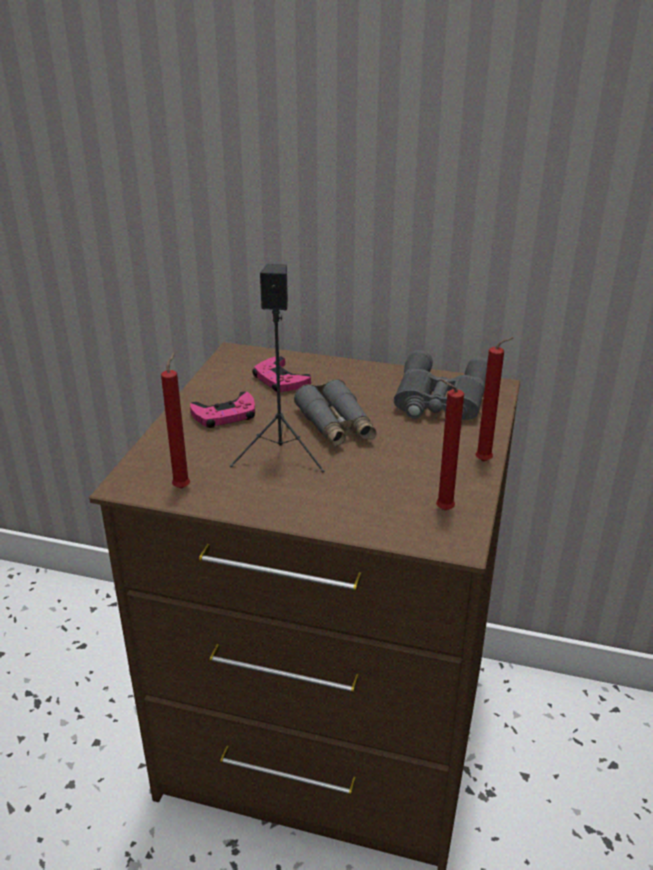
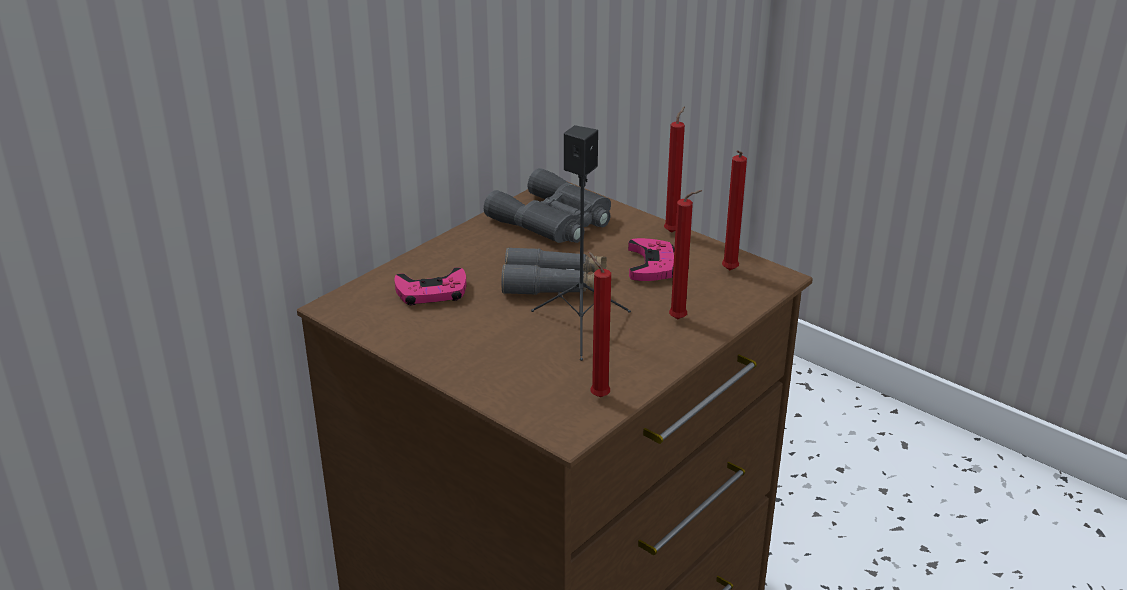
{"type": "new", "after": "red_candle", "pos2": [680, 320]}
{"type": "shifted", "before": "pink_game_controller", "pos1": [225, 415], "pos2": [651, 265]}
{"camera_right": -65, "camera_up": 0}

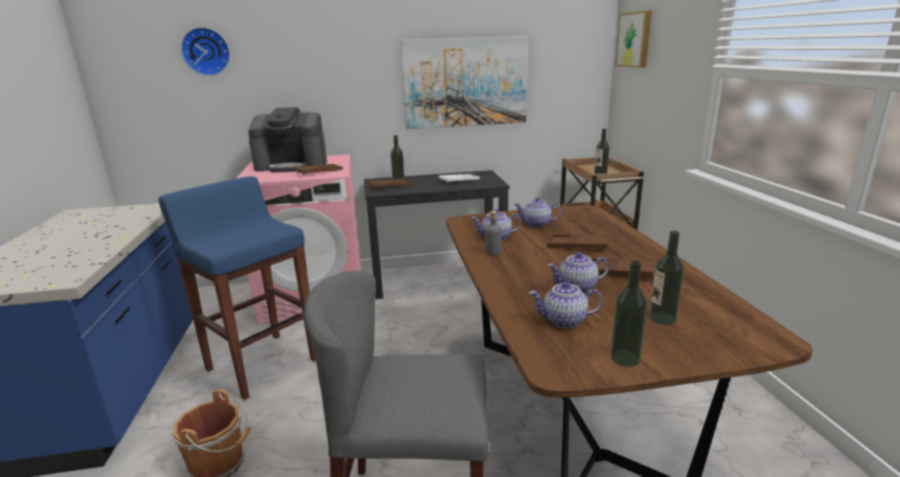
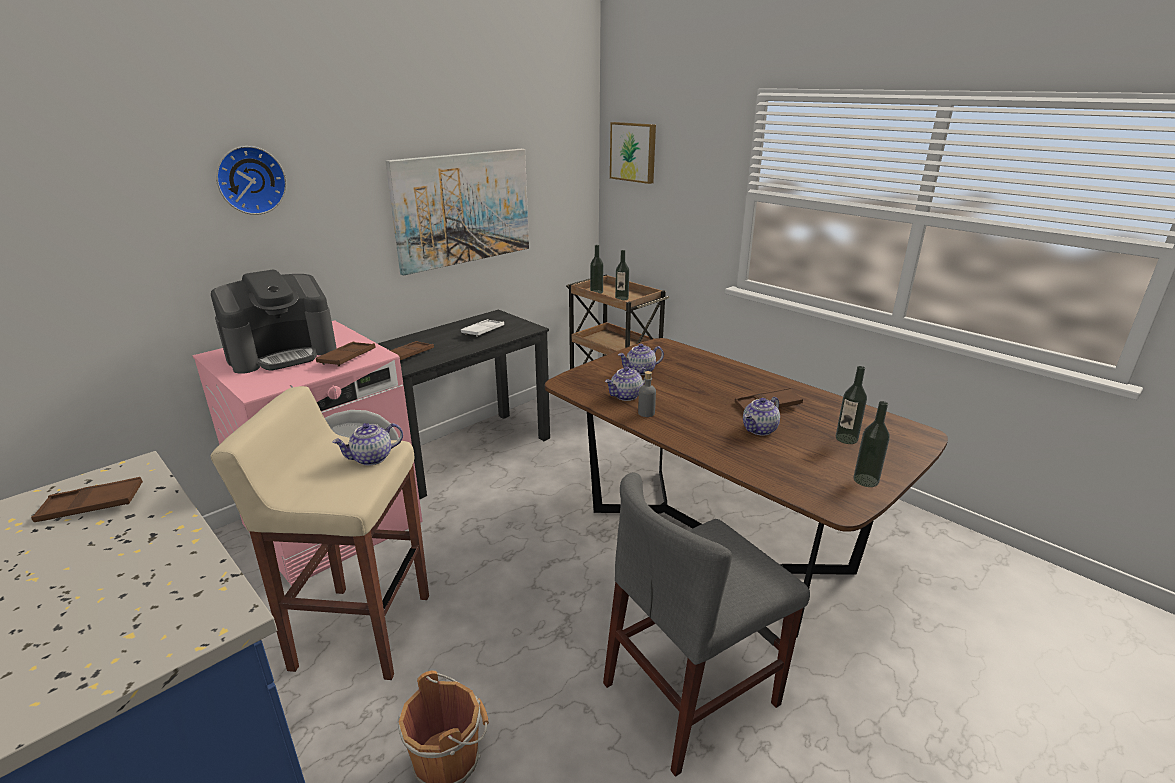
{"type": "shifted", "before": "wall_clock", "pos1": [206, 51], "pos2": [250, 180]}
{"type": "shifted", "before": "bottle", "pos1": [398, 179], "pos2": [596, 292]}
{"type": "shifted", "before": "teapot", "pos1": [564, 321], "pos2": [371, 458]}
{"type": "shifted", "before": "brown_tray", "pos1": [577, 246], "pos2": [91, 505]}
{"type": "repainted", "before": "blue_stool", "after": "beige_stool", "pos1": [261, 364], "pos2": [360, 631]}
{"camera_right": -35, "camera_up": 5}

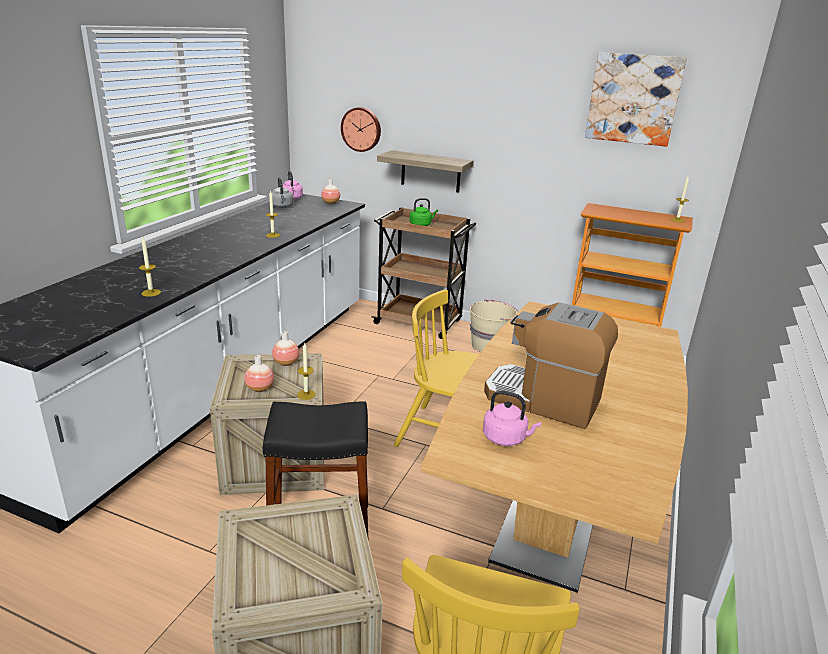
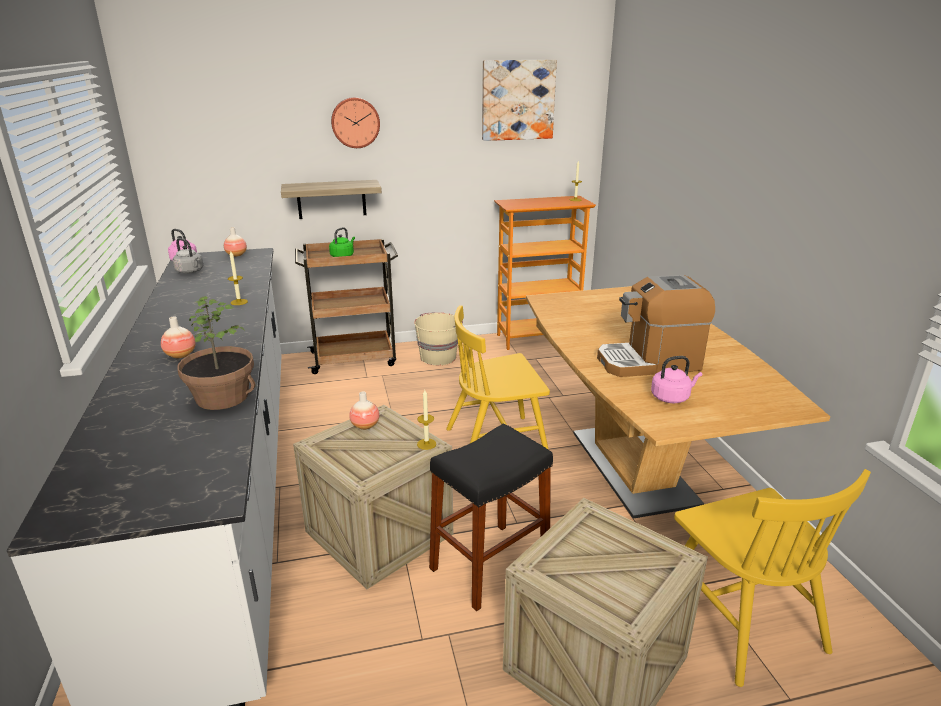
{"type": "shifted", "before": "vase", "pos1": [260, 388], "pos2": [180, 355]}
{"type": "shifted", "before": "wall_clock", "pos1": [361, 129], "pos2": [355, 122]}
{"type": "swapped", "before": "candle", "after": "potted_plant", "pos1": [151, 293], "pos2": [222, 397]}
{"camera_right": -35, "camera_up": 0}

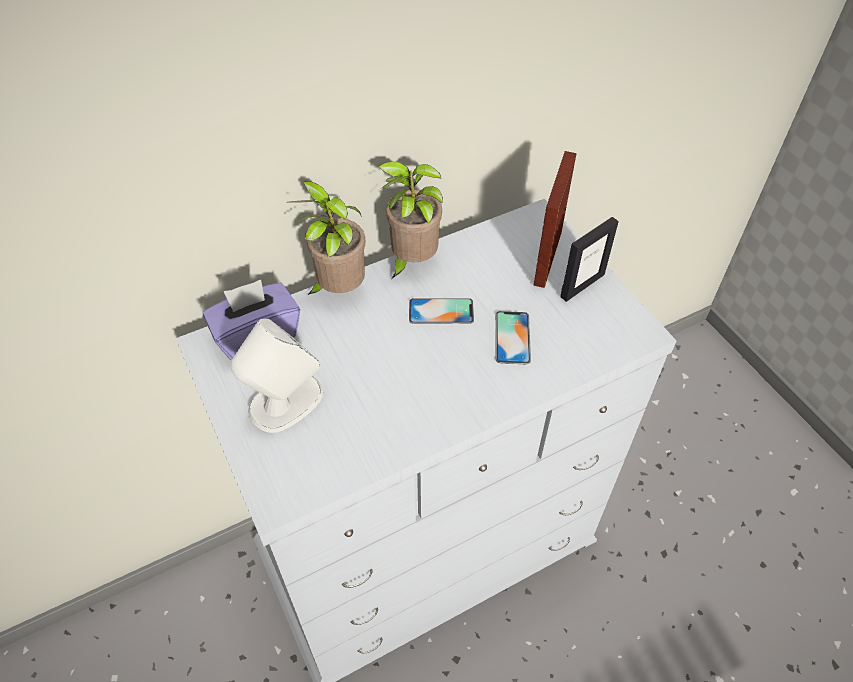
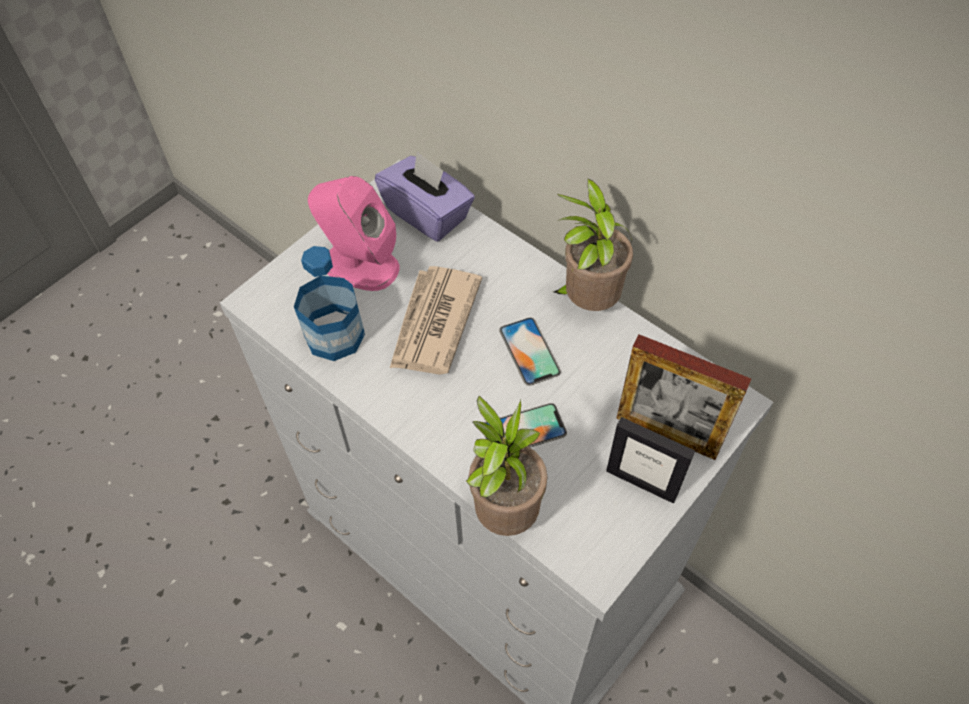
{"type": "new", "after": "bottle", "pos2": [334, 335]}
{"type": "new", "after": "newspaper", "pos2": [433, 323]}
{"type": "shifted", "before": "potted_plant", "pos1": [338, 290], "pos2": [504, 512]}
{"type": "repainted", "before": "white_speaker", "after": "pink_speaker", "pos1": [285, 402], "pos2": [360, 265]}
{"type": "rotated", "before": "picture_frame", "pos1": [547, 258], "pos2": [667, 433], "turn": -150}
{"camera_right": 70, "camera_up": 5}

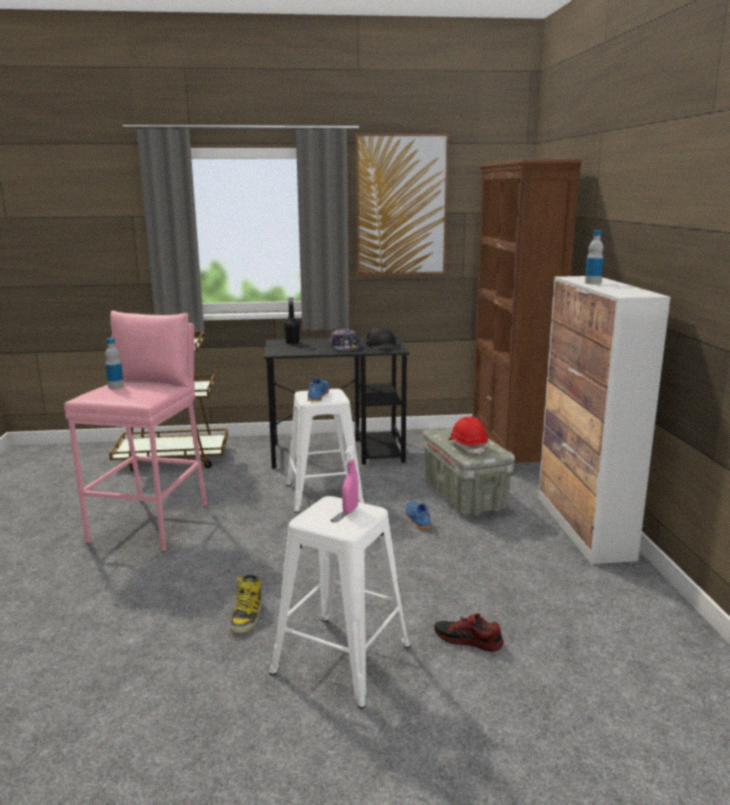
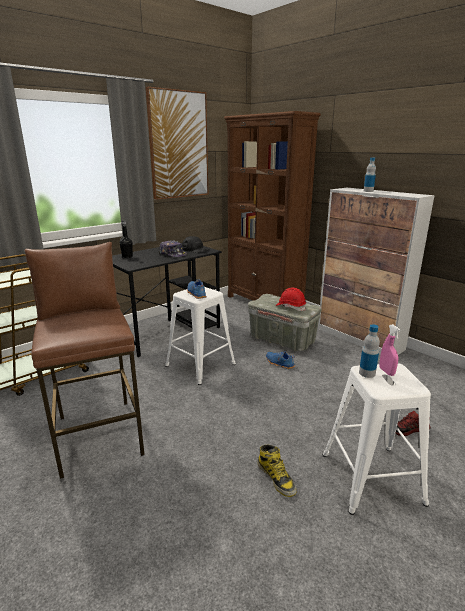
{"type": "shifted", "before": "bottle", "pos1": [116, 386], "pos2": [367, 373]}
{"type": "repainted", "before": "pink_stool", "after": "brown_stool", "pos1": [151, 523], "pos2": [99, 435]}
{"camera_right": -35, "camera_up": 5}

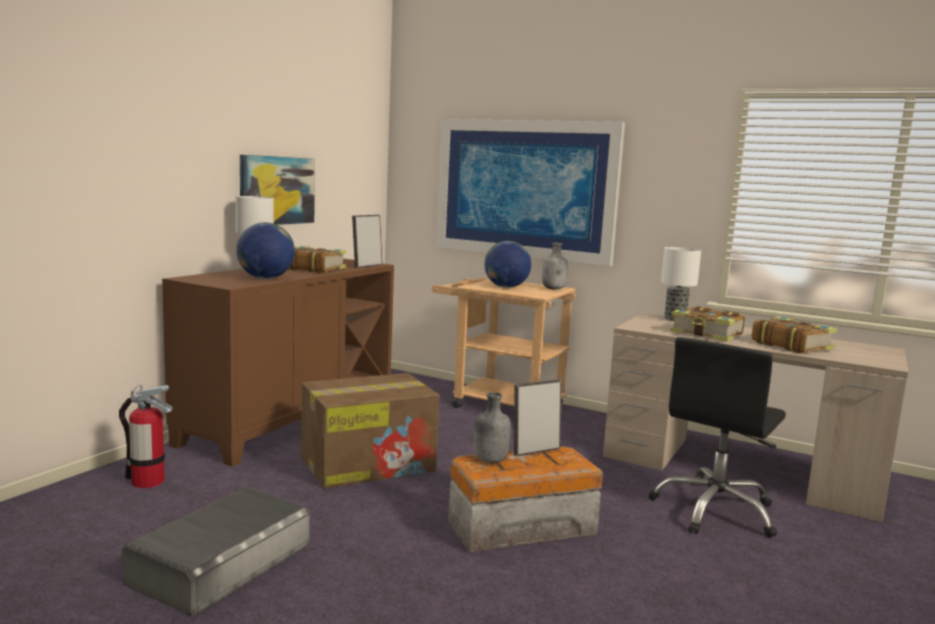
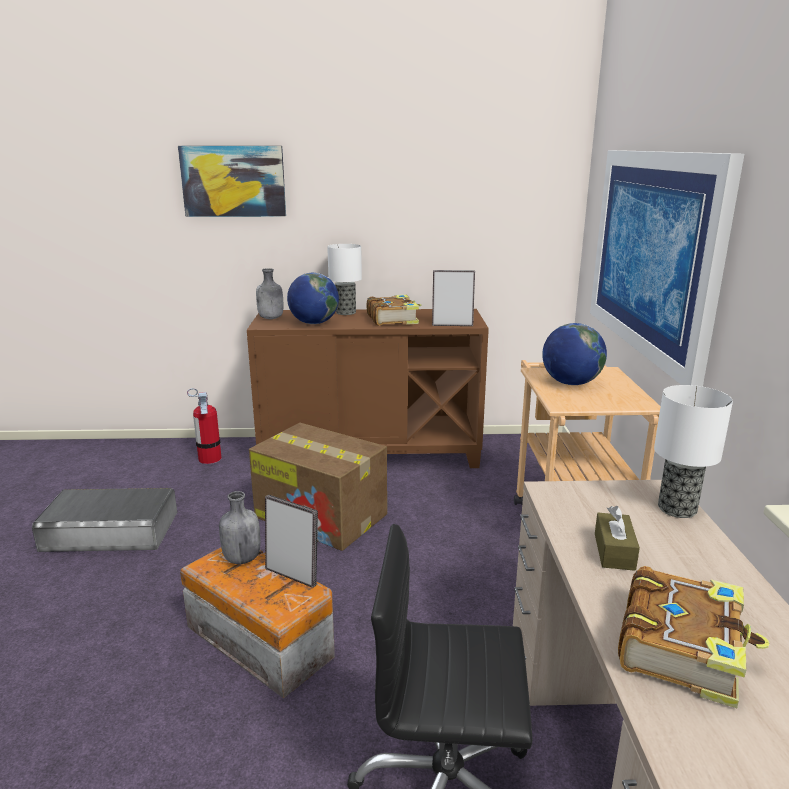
{"type": "shifted", "before": "picture", "pos1": [277, 190], "pos2": [233, 181]}
{"type": "shifted", "before": "grey_bottle", "pos1": [554, 289], "pos2": [271, 318]}
{"type": "swapped", "before": "book", "after": "brown_tissue_box", "pos1": [707, 334], "pos2": [614, 551]}
{"camera_right": 60, "camera_up": 10}

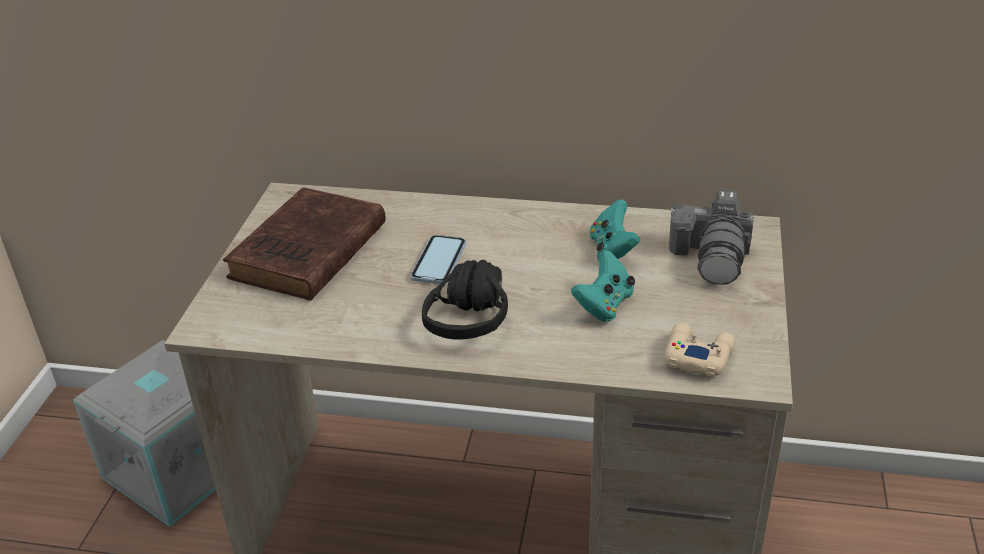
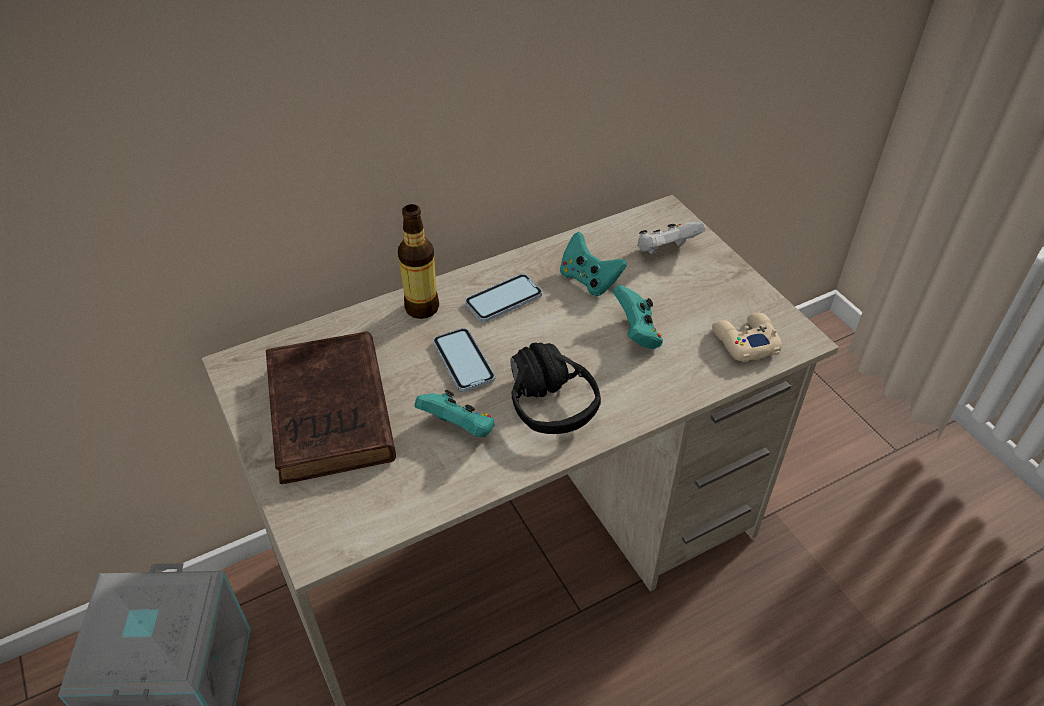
{"type": "new", "after": "bottle", "pos2": [422, 308]}
{"type": "new", "after": "turquoise_game_controller", "pos2": [459, 429]}
{"type": "new", "after": "phone", "pos2": [503, 299]}
{"type": "swapped", "before": "photo_camera", "after": "white_game_controller", "pos1": [713, 257], "pos2": [665, 251]}
{"camera_right": -40, "camera_up": 10}

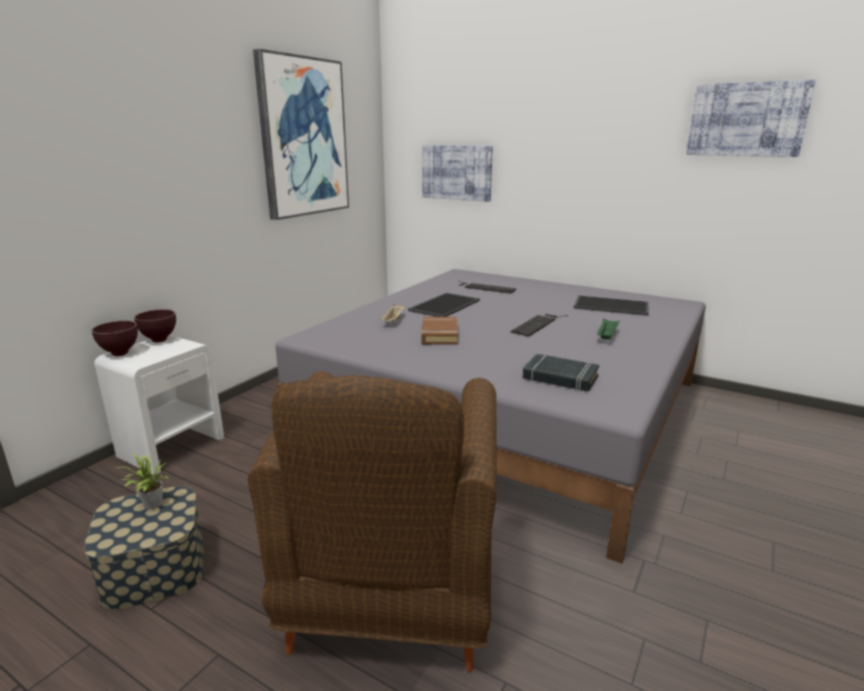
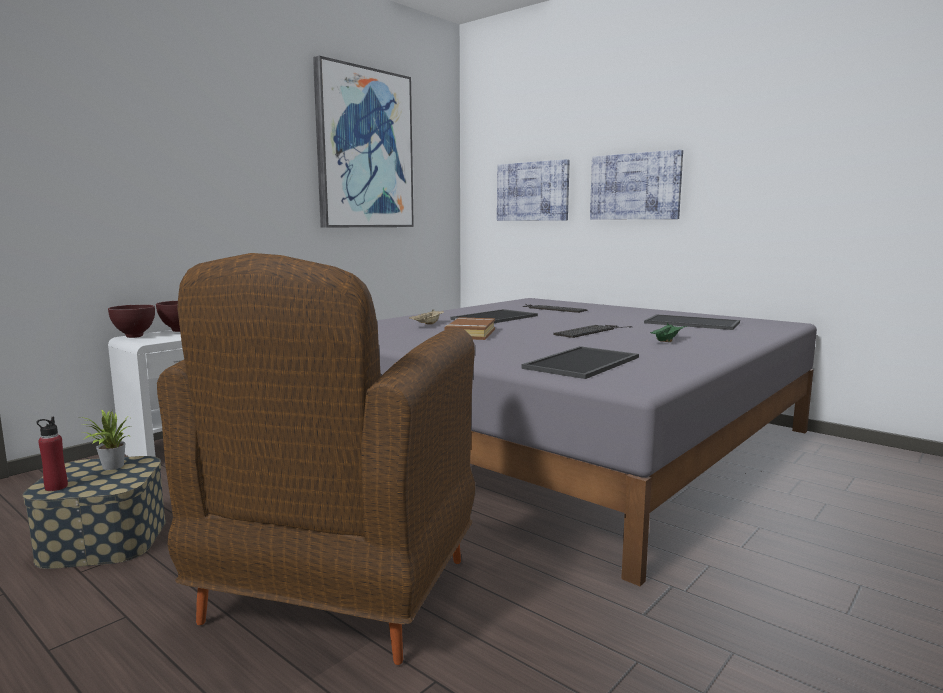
{"type": "new", "after": "red_bottle", "pos2": [56, 487]}
{"type": "shifted", "before": "picture", "pos1": [746, 119], "pos2": [635, 186]}
{"type": "swapped", "before": "black_book", "after": "tray", "pos1": [560, 378], "pos2": [583, 363]}
{"camera_right": 10, "camera_up": -10}

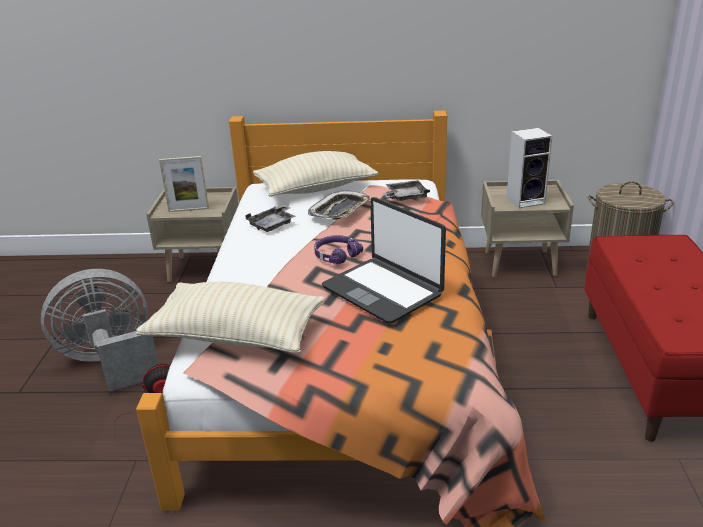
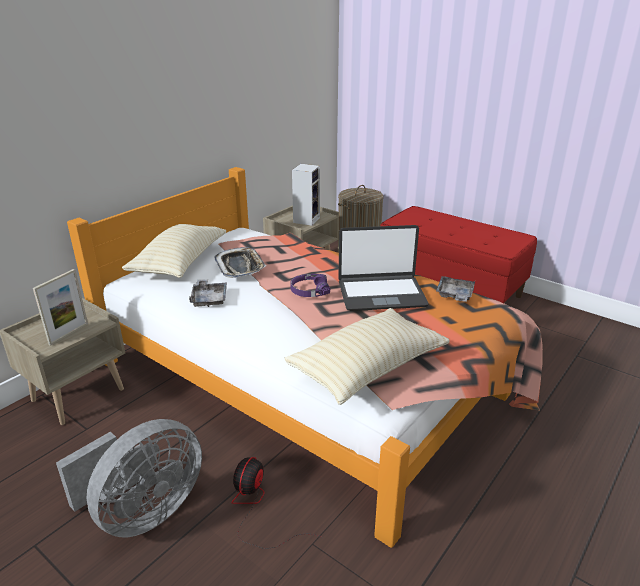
{"type": "shifted", "before": "grey_tray", "pos1": [405, 197], "pos2": [454, 295]}
{"type": "rotated", "before": "grey_fan", "pos1": [111, 362], "pos2": [144, 512], "turn": -150}
{"camera_right": -55, "camera_up": 0}

